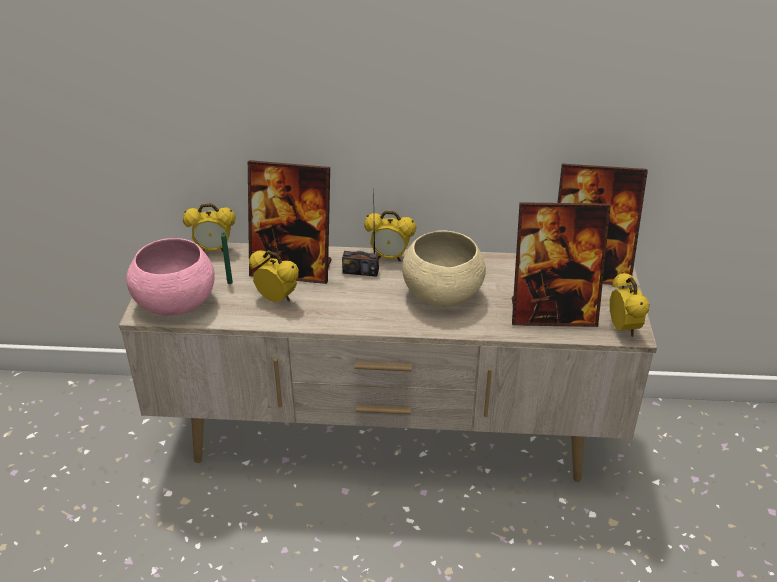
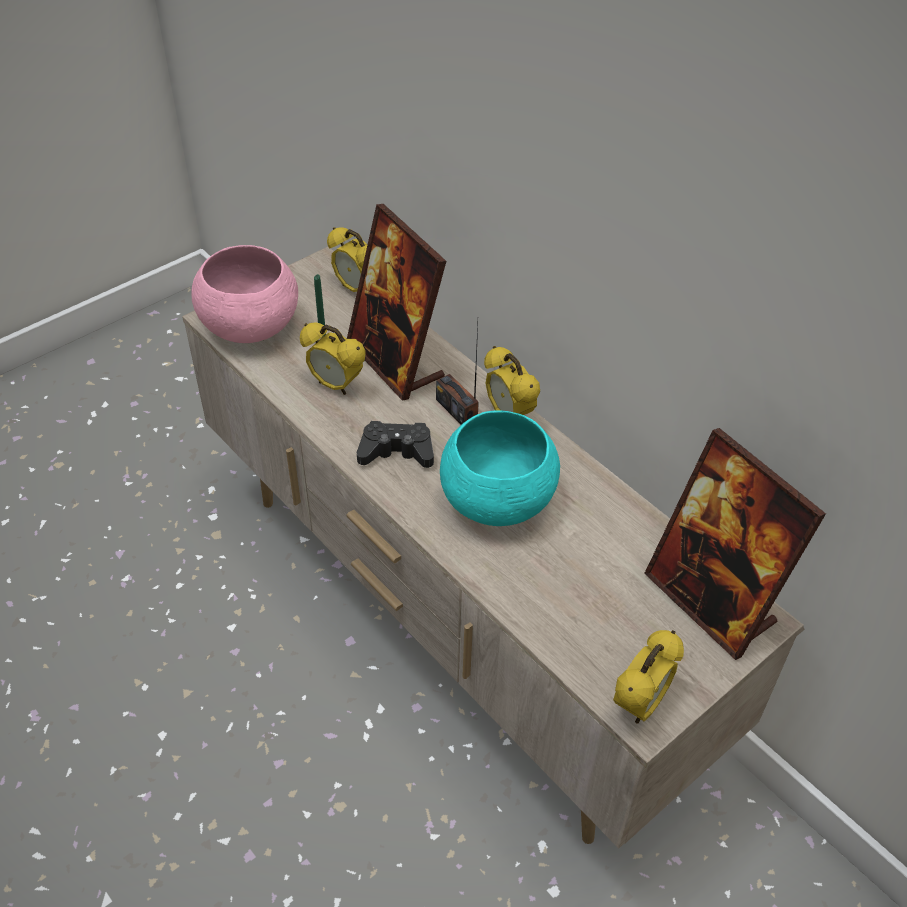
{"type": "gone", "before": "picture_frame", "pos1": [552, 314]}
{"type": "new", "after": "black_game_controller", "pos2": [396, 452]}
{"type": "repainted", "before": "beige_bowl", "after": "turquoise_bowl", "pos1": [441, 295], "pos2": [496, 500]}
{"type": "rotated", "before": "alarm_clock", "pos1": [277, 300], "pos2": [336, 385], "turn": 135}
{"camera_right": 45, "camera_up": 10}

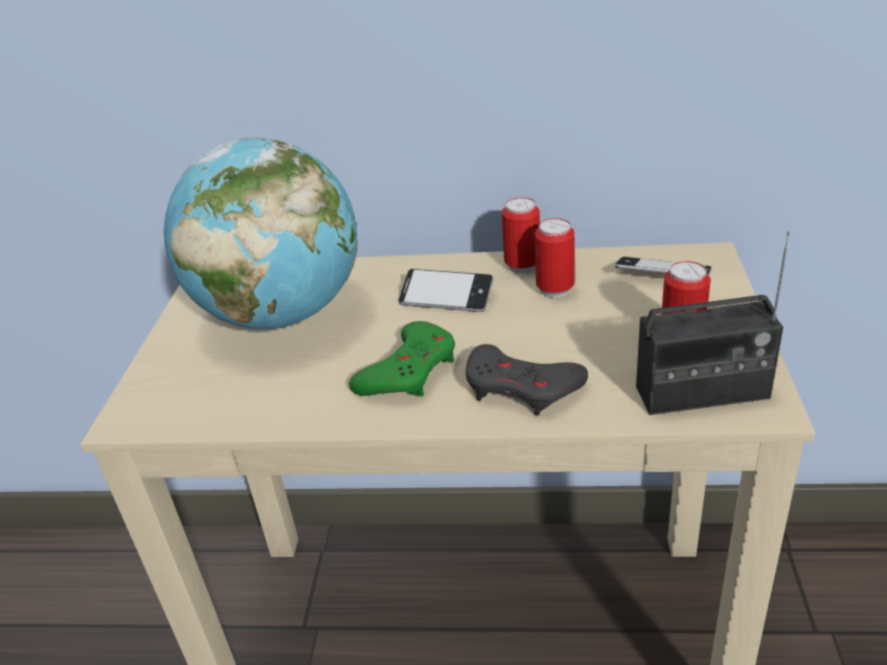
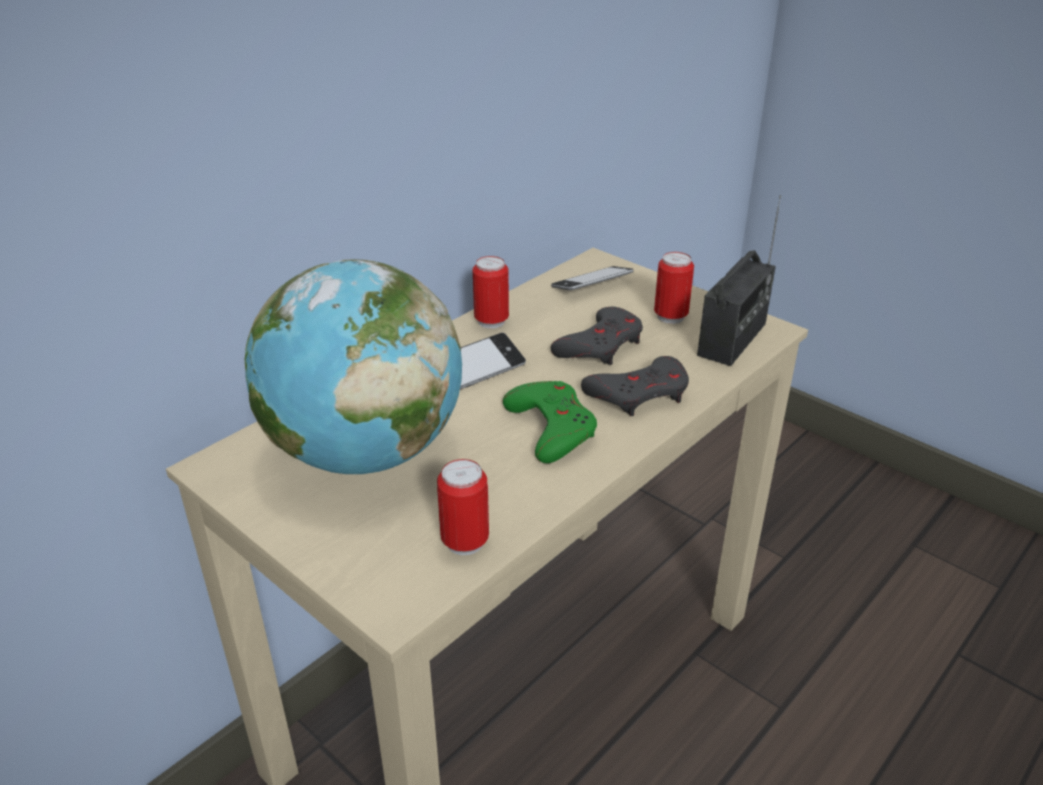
{"type": "new", "after": "grey_game_controller", "pos2": [600, 345]}
{"type": "shifted", "before": "can", "pos1": [555, 289], "pos2": [465, 542]}
{"camera_right": -55, "camera_up": 0}

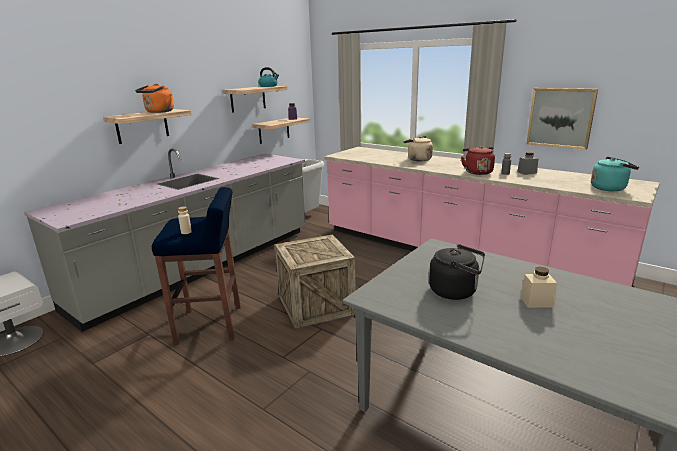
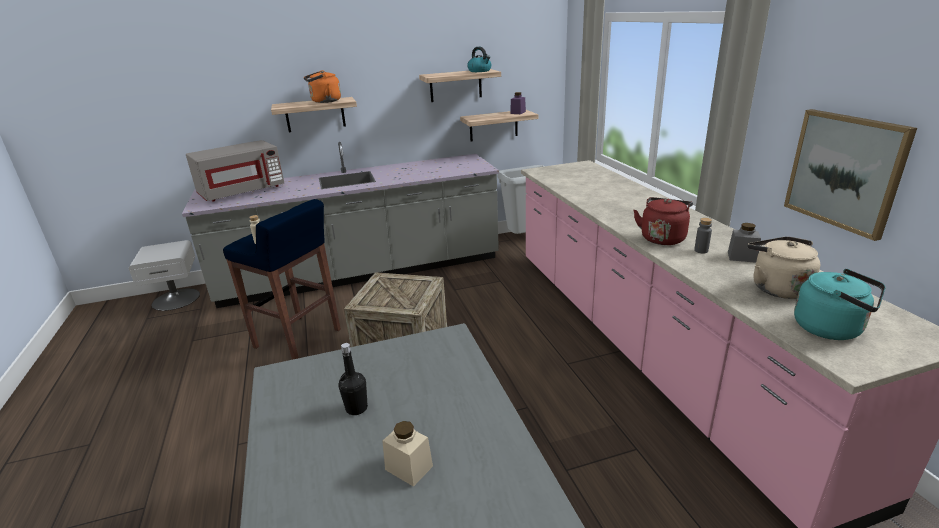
{"type": "new", "after": "grey_microwave", "pos2": [242, 192]}
{"type": "shifted", "before": "beige_kettle", "pos1": [417, 159], "pos2": [776, 288]}
{"type": "swapped", "before": "black_kettle", "after": "black_bottle", "pos1": [456, 291], "pos2": [356, 408]}
{"camera_right": 35, "camera_up": 5}

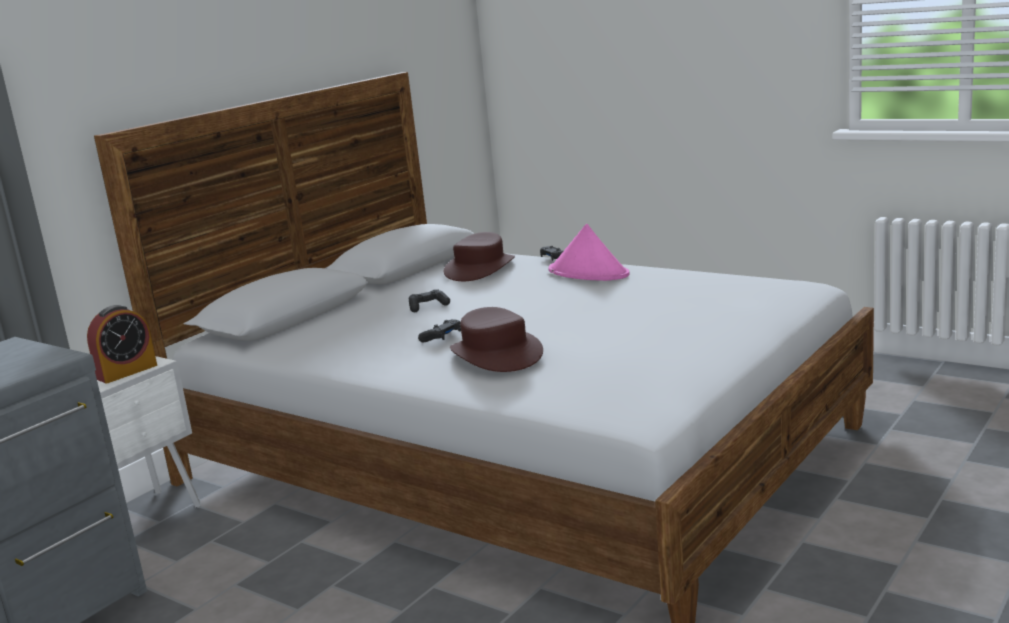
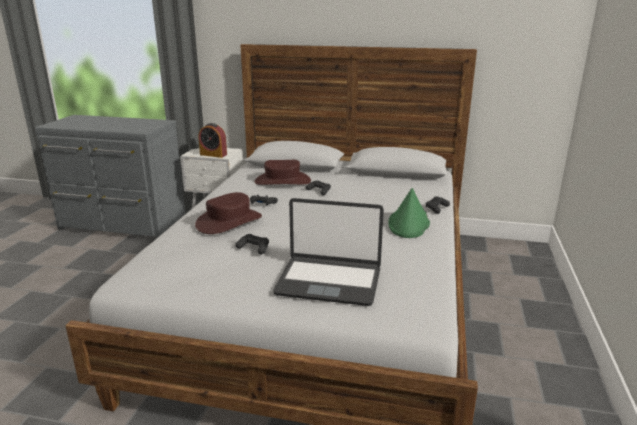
{"type": "new", "after": "black_game_controller", "pos2": [254, 248]}
{"type": "new", "after": "laptop", "pos2": [329, 281]}
{"type": "shifted", "before": "brown_hat", "pos1": [480, 268], "pos2": [282, 181]}
{"type": "repainted", "before": "pink_hat", "after": "green_hat", "pos1": [589, 273], "pos2": [409, 224]}
{"camera_right": 65, "camera_up": 5}

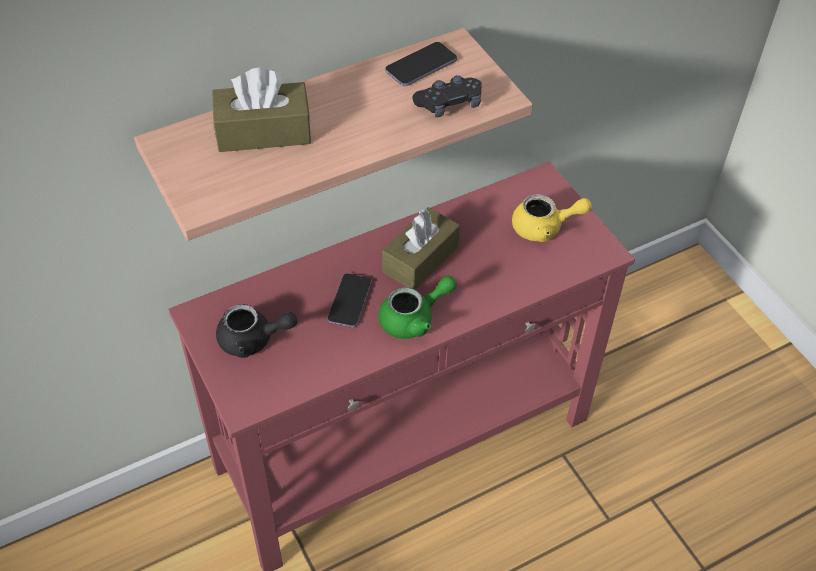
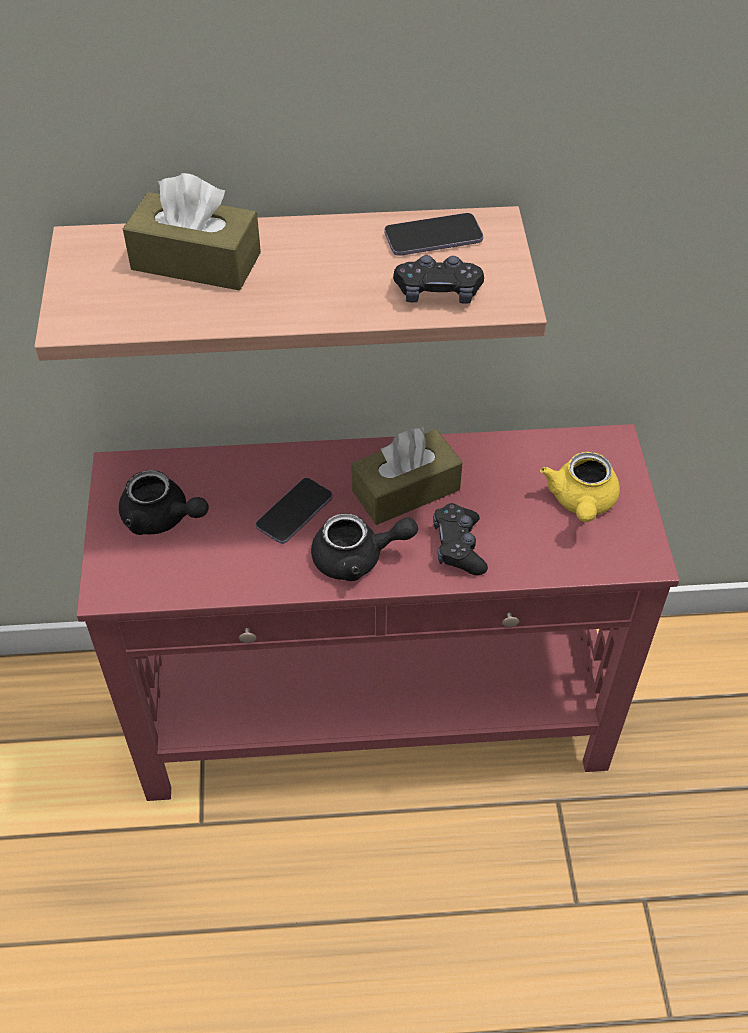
{"type": "new", "after": "black_game_controller", "pos2": [458, 546]}
{"type": "repainted", "before": "green_teapot", "after": "black_teapot", "pos1": [414, 319], "pos2": [358, 558]}
{"type": "rotated", "before": "yellow_teapot", "pos1": [544, 228], "pos2": [581, 503], "turn": 75}
{"camera_right": 25, "camera_up": 0}

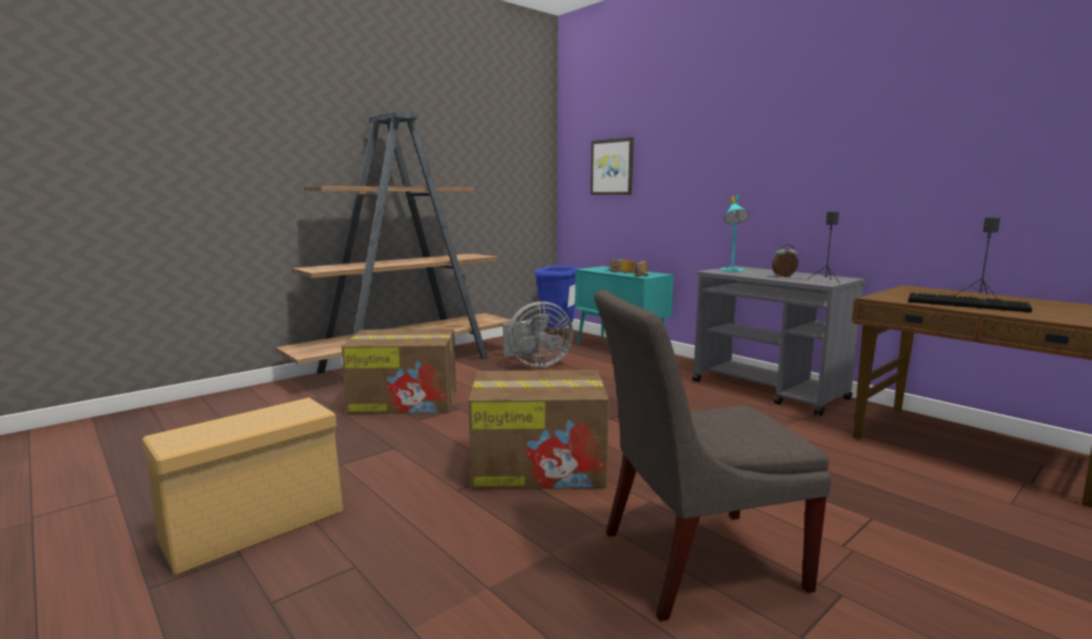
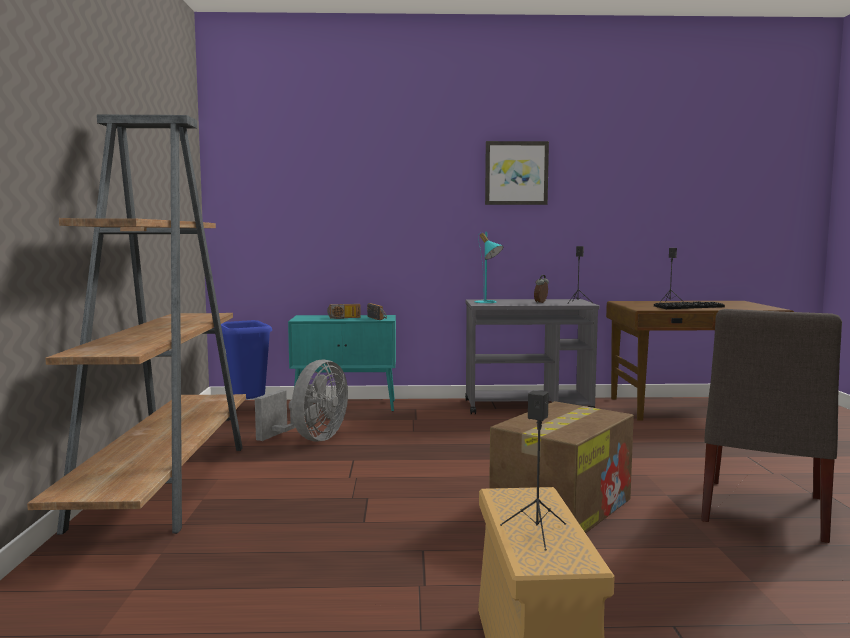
{"type": "gone", "before": "cardboard_box", "pos1": [406, 401]}
{"type": "new", "after": "black_speaker", "pos2": [537, 532]}
{"type": "shifted", "before": "picture", "pos1": [612, 167], "pos2": [516, 173]}
{"camera_right": -50, "camera_up": -5}

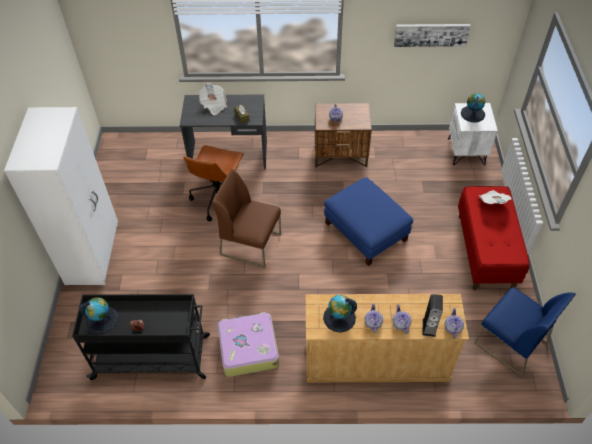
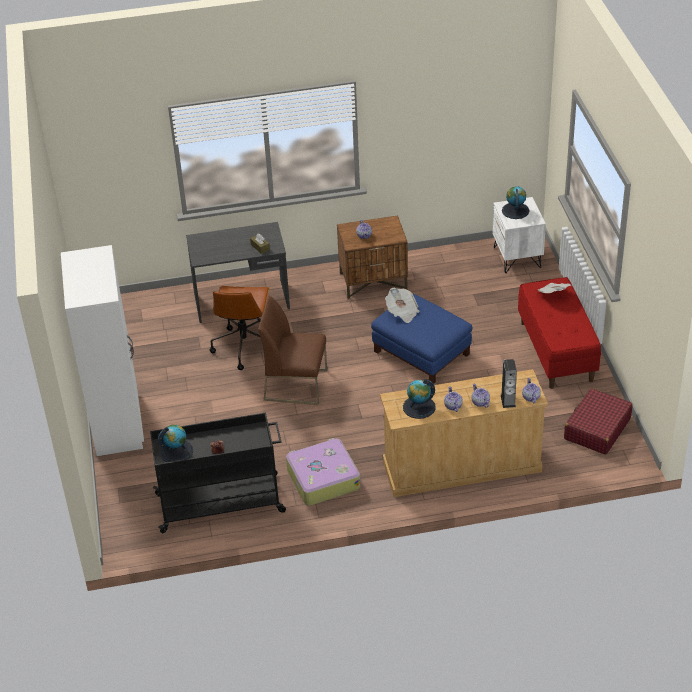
{"type": "gone", "before": "picture", "pos1": [431, 34]}
{"type": "shifted", "before": "newspaper", "pos1": [214, 105], "pos2": [402, 312]}
{"type": "swapped", "before": "blue_chair", "after": "red_suitcase", "pos1": [510, 343], "pos2": [597, 429]}
{"camera_right": -10, "camera_up": -10}

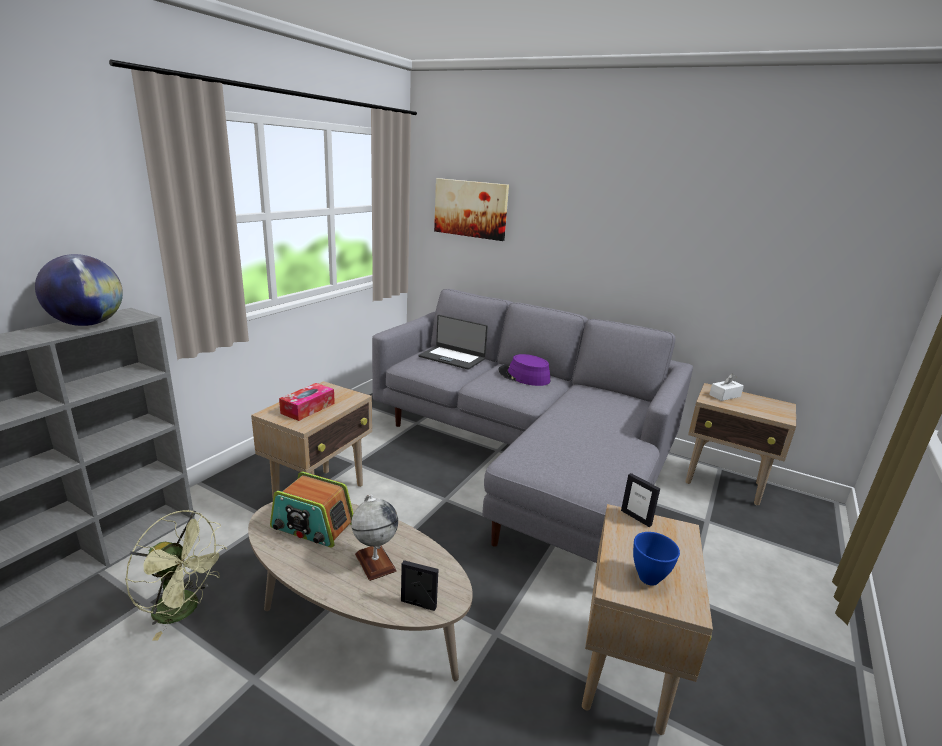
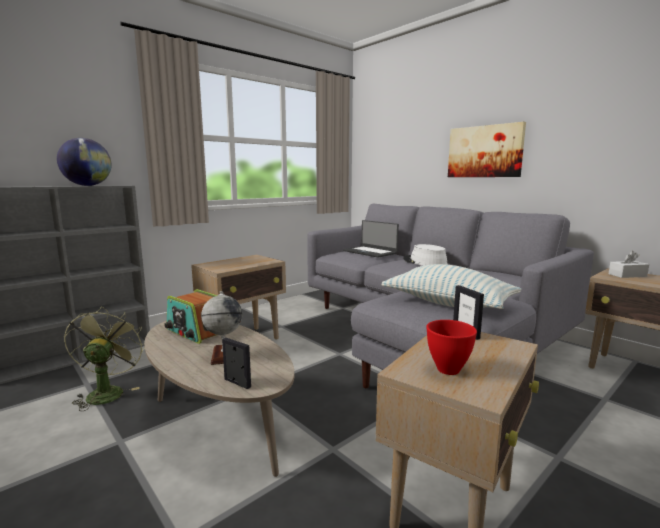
{"type": "gone", "before": "tissue_box", "pos1": [308, 408]}
{"type": "new", "after": "pillow", "pos2": [448, 304]}
{"type": "shifted", "before": "picture", "pos1": [471, 209], "pos2": [484, 151]}
{"type": "repainted", "before": "purple_hat", "after": "white_hat", "pos1": [523, 376], "pos2": [424, 262]}
{"type": "repainted", "before": "blue_bowl", "after": "red_bowl", "pos1": [648, 579], "pos2": [447, 370]}
{"type": "rotated", "before": "green_fan", "pos1": [184, 610], "pos2": [107, 392], "turn": -135}
{"camera_right": 20, "camera_up": -10}

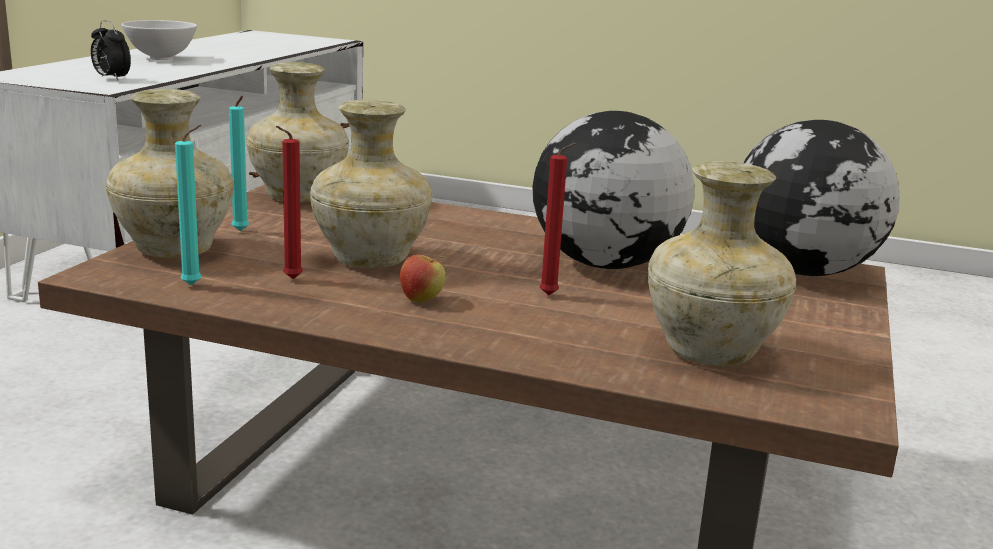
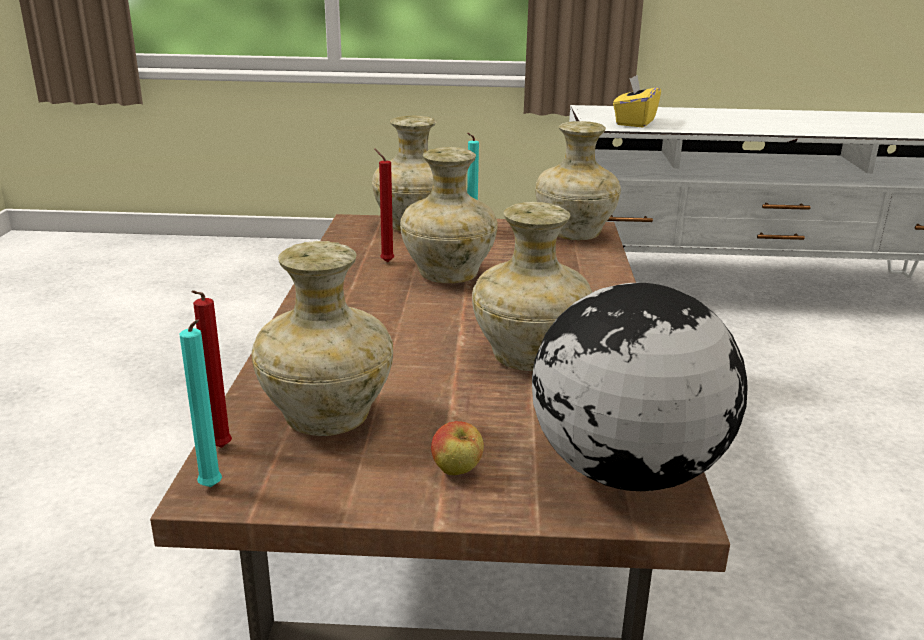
{"type": "gone", "before": "white_bowl", "pos1": [162, 58]}
{"type": "shifted", "before": "turquoise_candle", "pos1": [195, 285], "pos2": [212, 489]}
{"type": "shifted", "before": "apple", "pos1": [422, 300], "pos2": [457, 472]}
{"type": "shifted", "before": "red_candle", "pos1": [551, 296], "pos2": [219, 449]}
{"type": "swapped", "before": "alarm_clock", "after": "yellow_tissue_box", "pos1": [111, 79], "pos2": [634, 122]}
{"type": "swapped", "before": "globe", "after": "beige_vase", "pos1": [604, 265], "pos2": [527, 358]}
{"camera_right": 75, "camera_up": 5}

